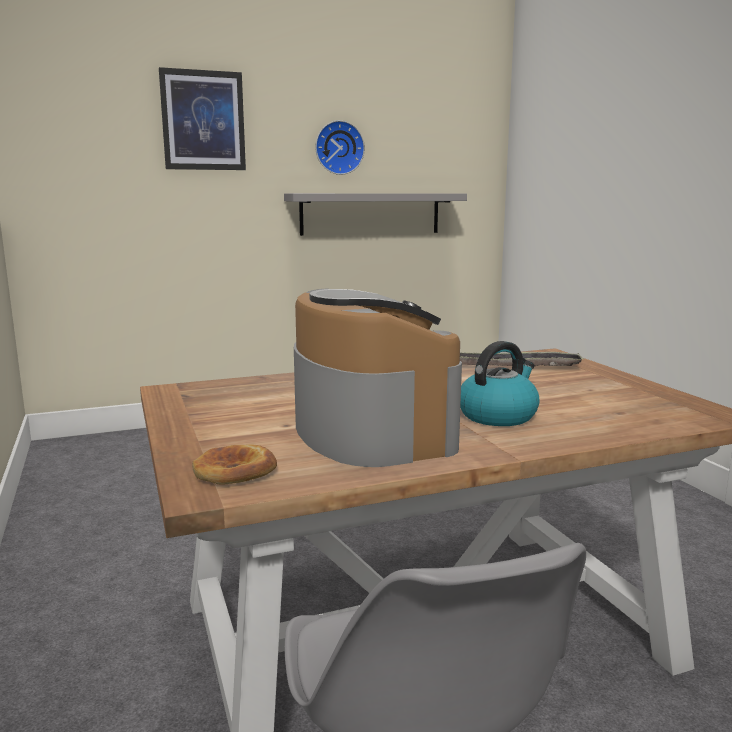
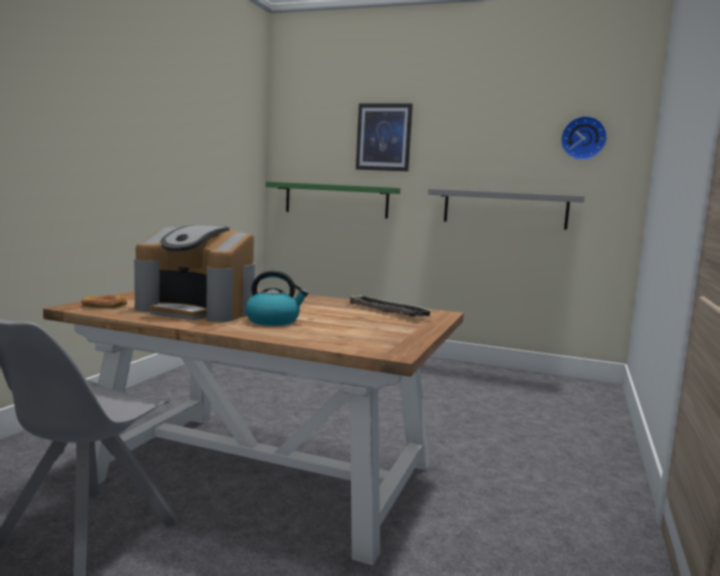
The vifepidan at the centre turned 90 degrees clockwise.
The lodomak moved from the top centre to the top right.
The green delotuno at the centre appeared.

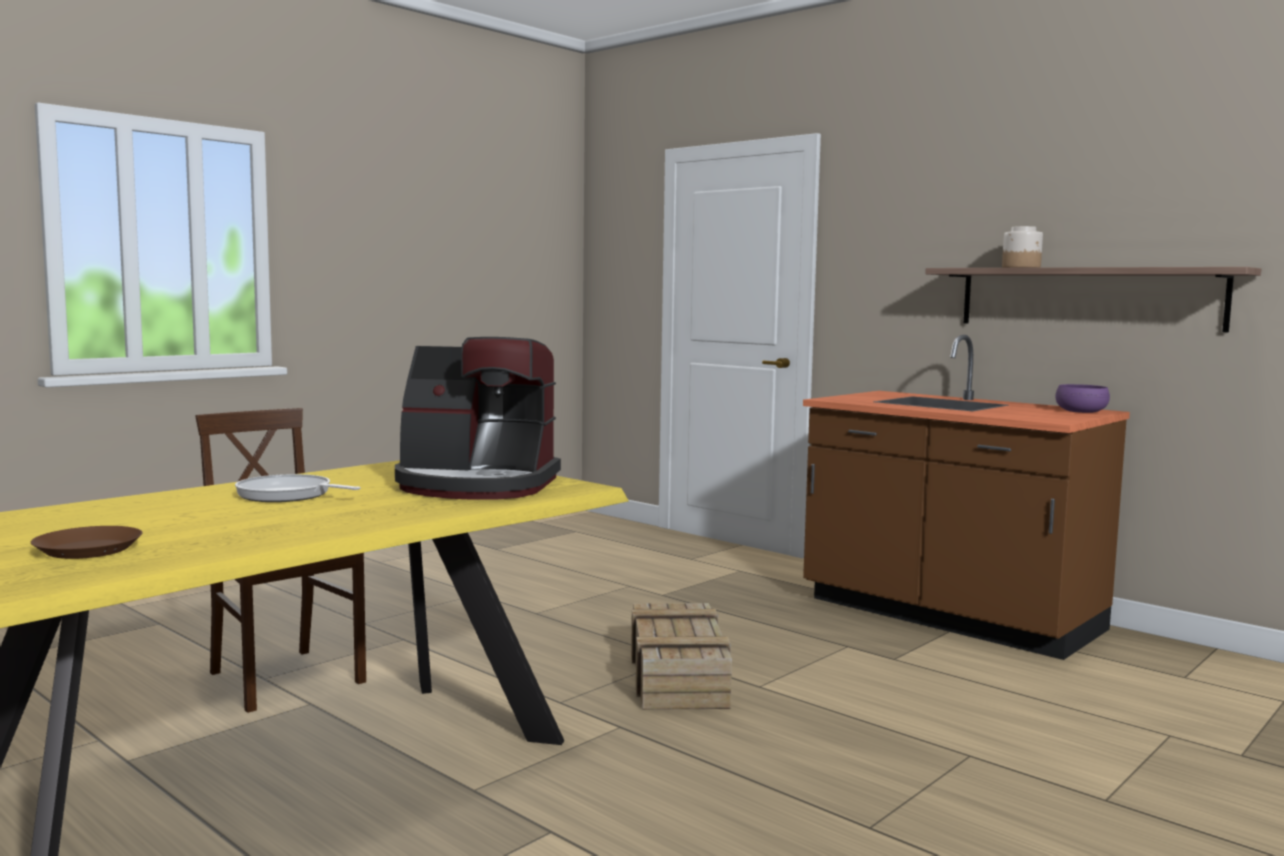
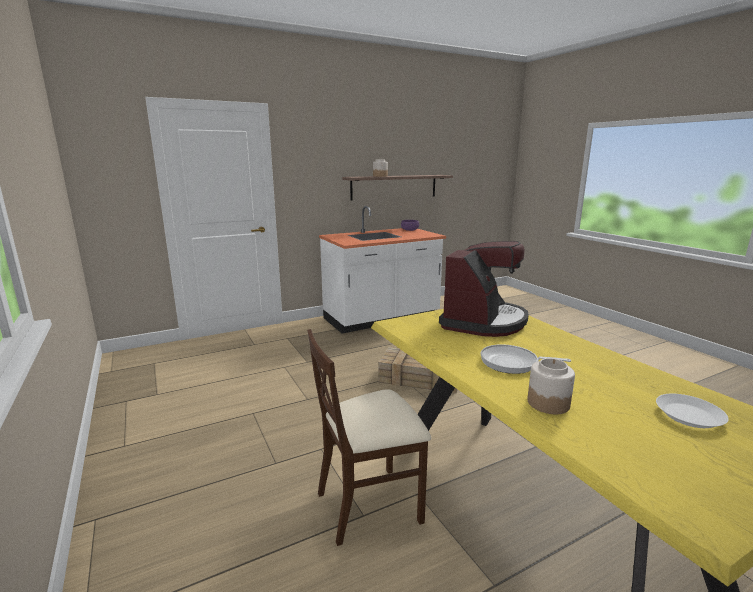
The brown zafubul at the middle left became the white zafubul at the bottom right.
The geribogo at the middle left turned 60 degrees clockwise.
The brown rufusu at the middle right became the white rufusu at the centre.
The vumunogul (2nd from left) at the middle right appeared.

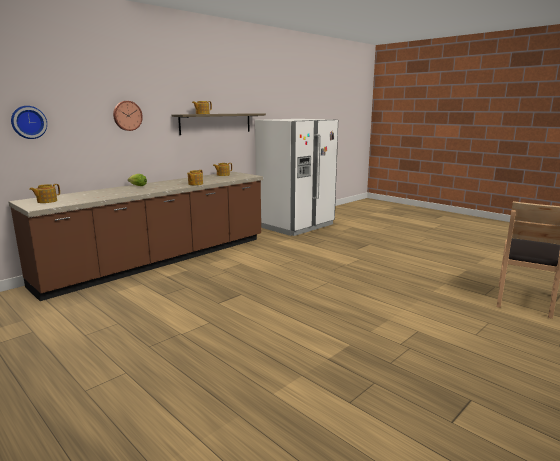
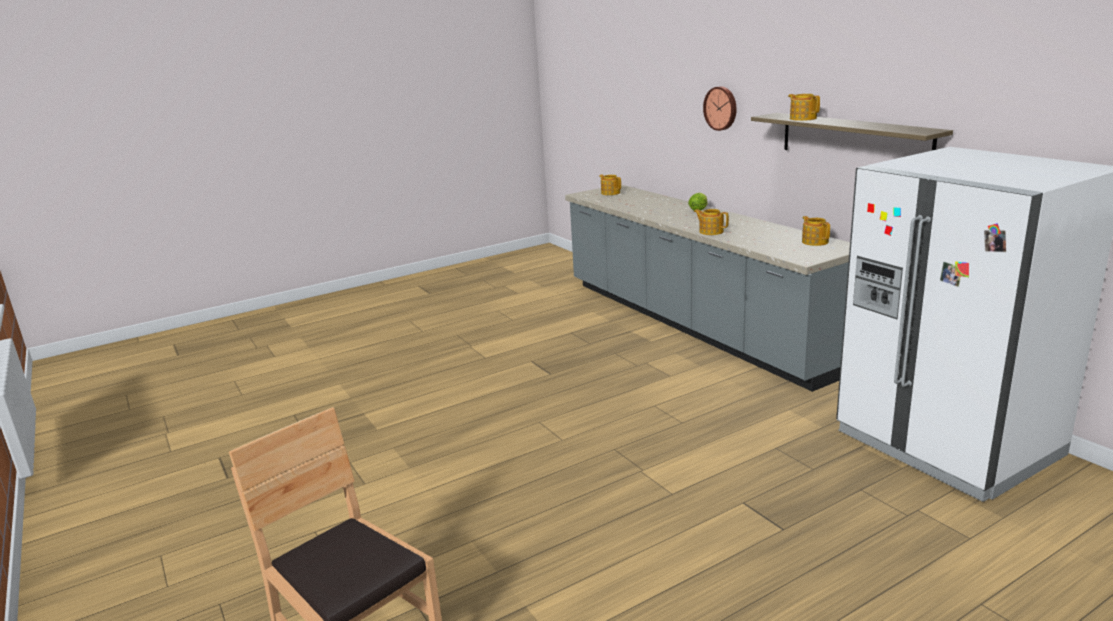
The brown rufusu at the middle left became the grey rufusu at the centre.
The lodomak (1st from left) at the top left disappeared.

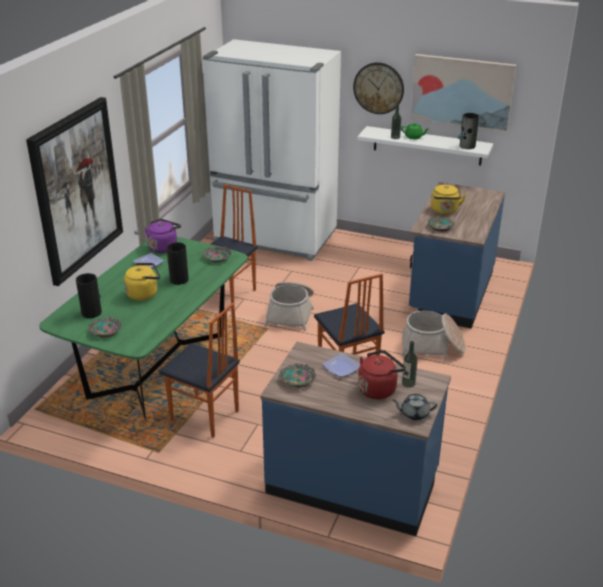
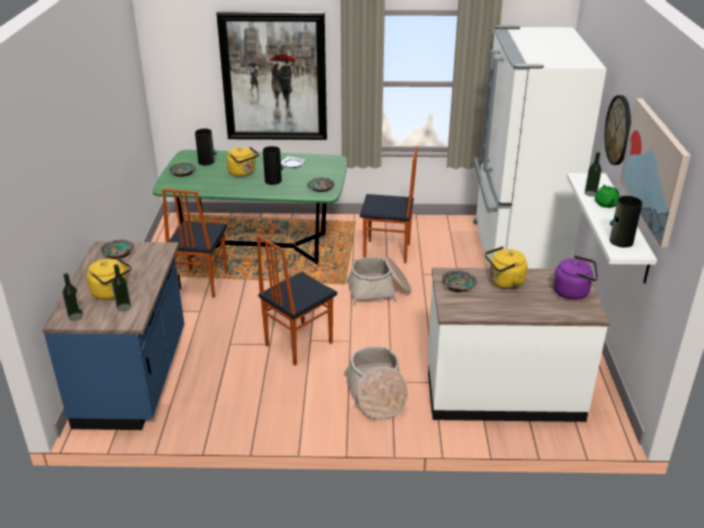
The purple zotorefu moved from the middle left to the middle right.
The zafubul (2nd from left) at the centre disappeared.
The red zotorefu at the centre became the yellow zotorefu (1st from left) at the middle left.
The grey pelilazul at the bottom right was replaced by the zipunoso (1st from left) at the middle left.
The blue rufusu (2nd from left) at the middle right became the white rufusu at the middle right.

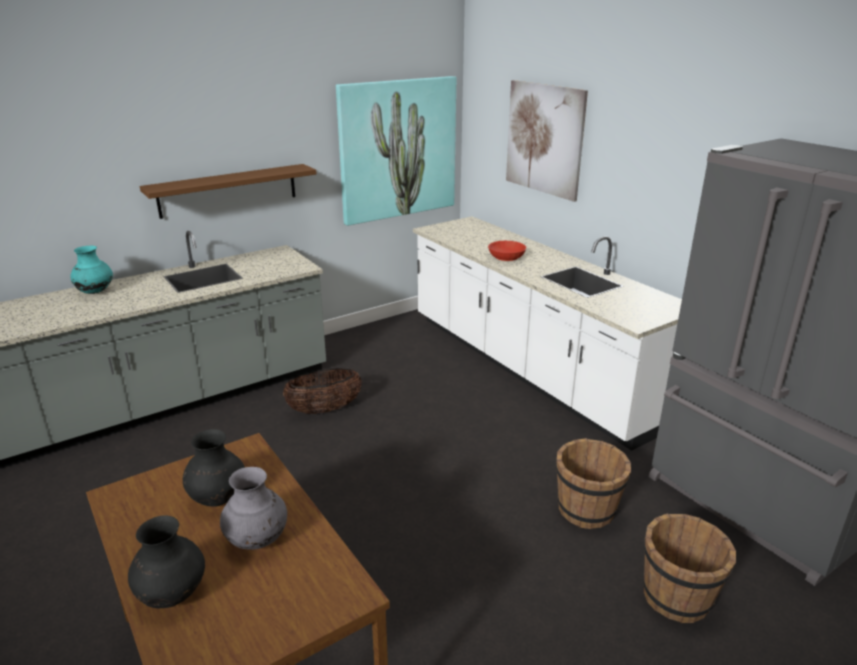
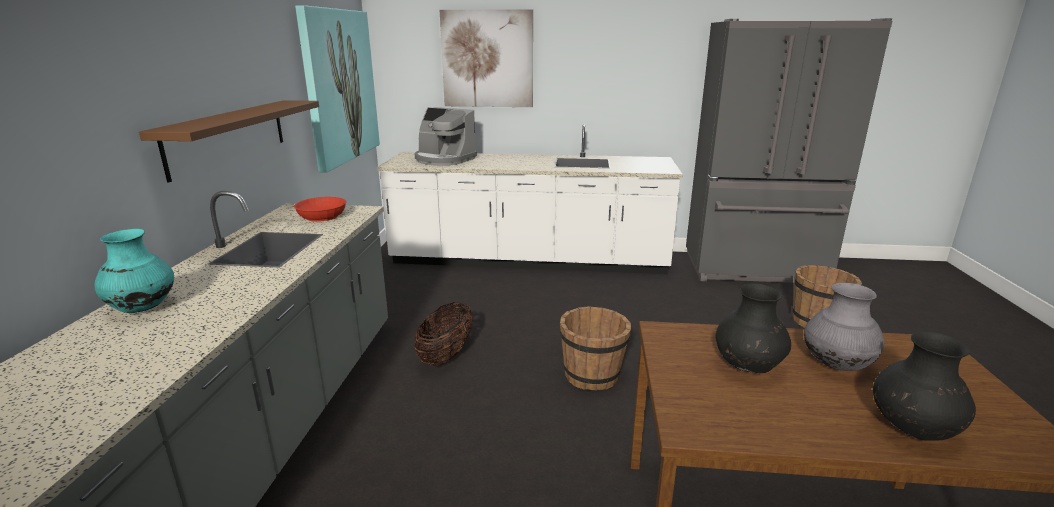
The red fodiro moved from the centre to the middle left.
The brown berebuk (1st from left) moved from the bottom right to the bottom centre.
The vifepidan at the top centre appeared.

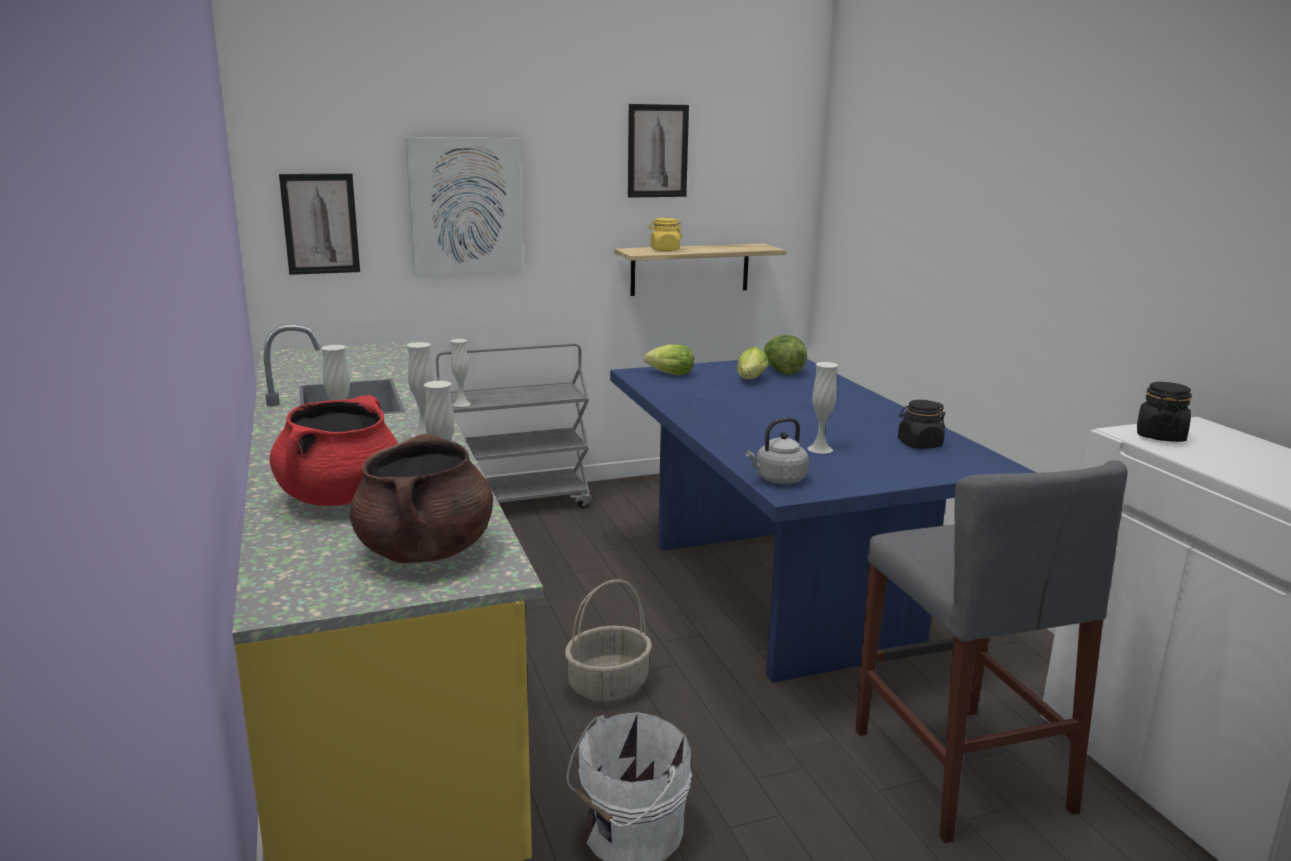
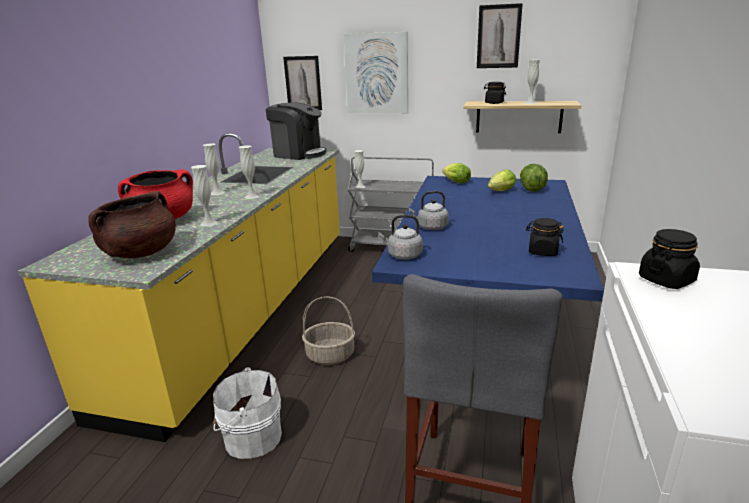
The yellow vumunogul at the top centre became the black vumunogul (1st from left) at the top centre.
The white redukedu (5th from left) moved from the centre to the top right.
The vifepidan at the top centre appeared.
The grey zotorefu (2nd from left) at the centre appeared.

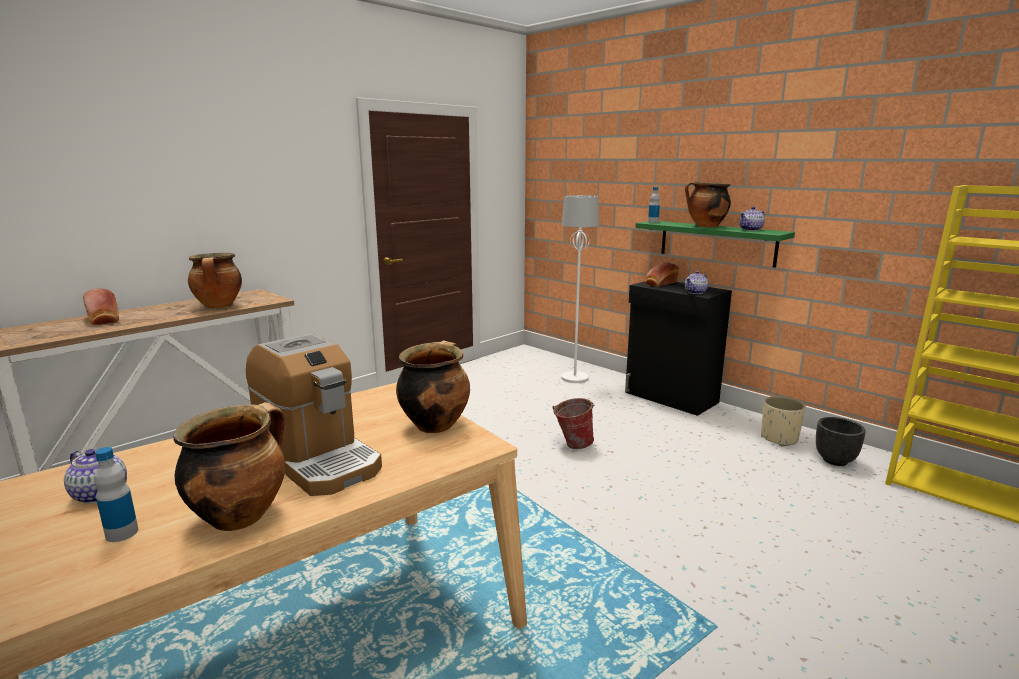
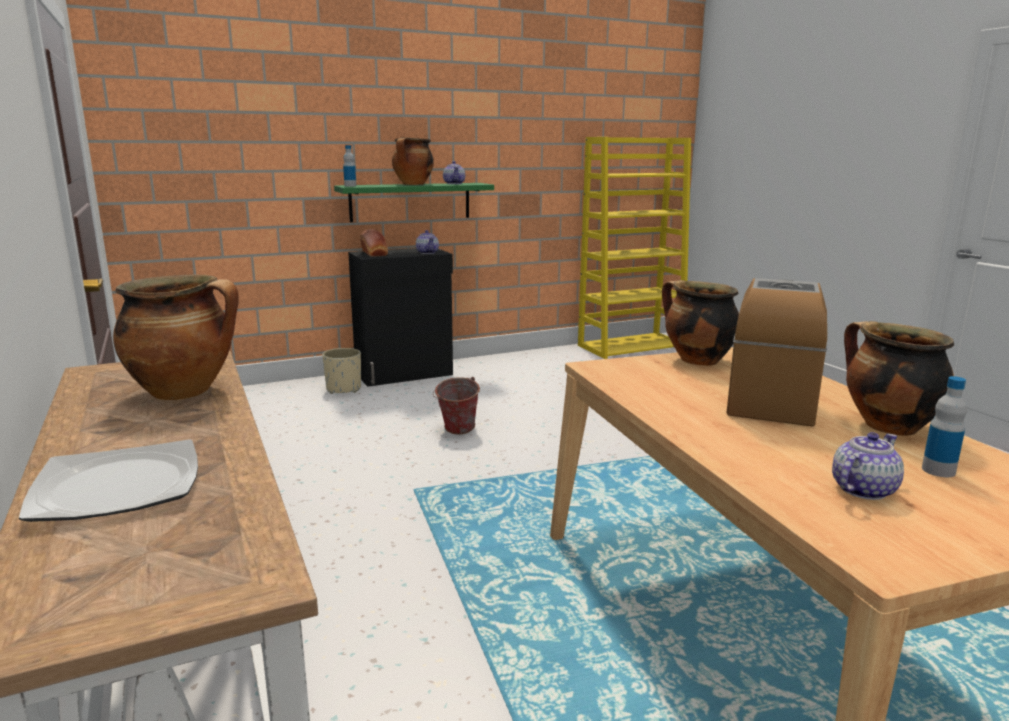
The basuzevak (1st from left) at the middle left was replaced by the zafubul at the middle left.
The vifepidan at the middle left turned 45 degrees counterclockwise.
The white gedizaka at the centre disappeared.
The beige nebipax moved from the middle right to the centre.
The black nebipax at the middle right disappeared.

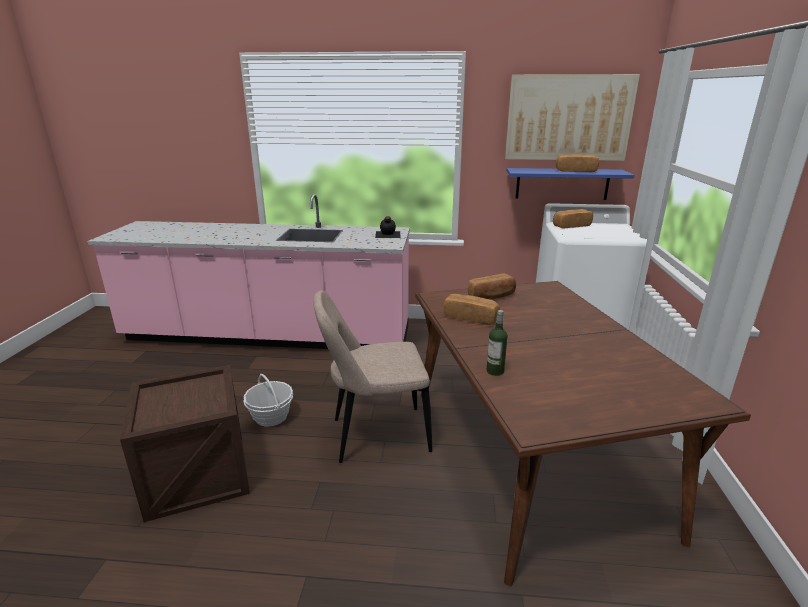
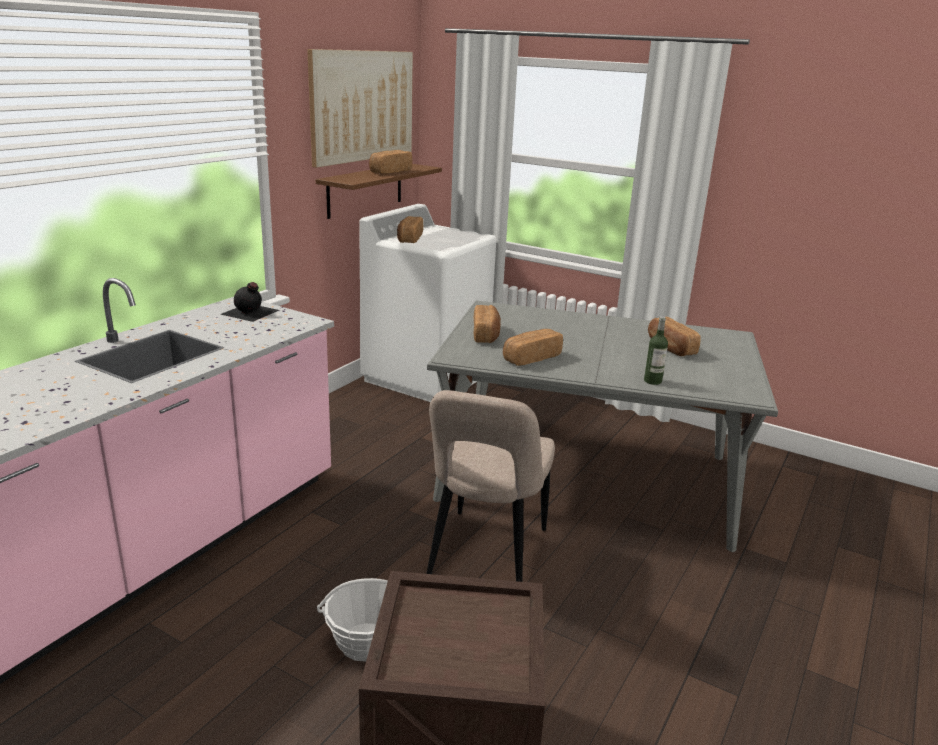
The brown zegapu at the bottom right became the grey zegapu at the centre.
The blue delotuno at the top right became the brown delotuno at the top centre.
The basuzevak (5th from left) at the middle right appeared.

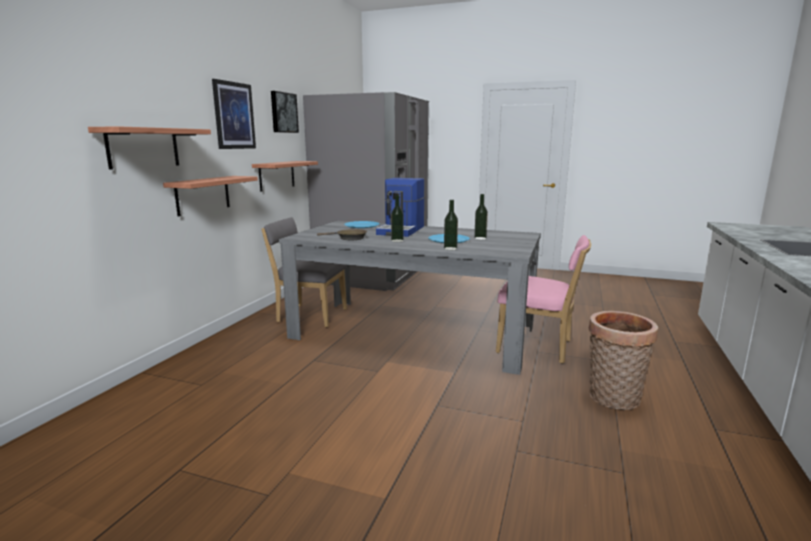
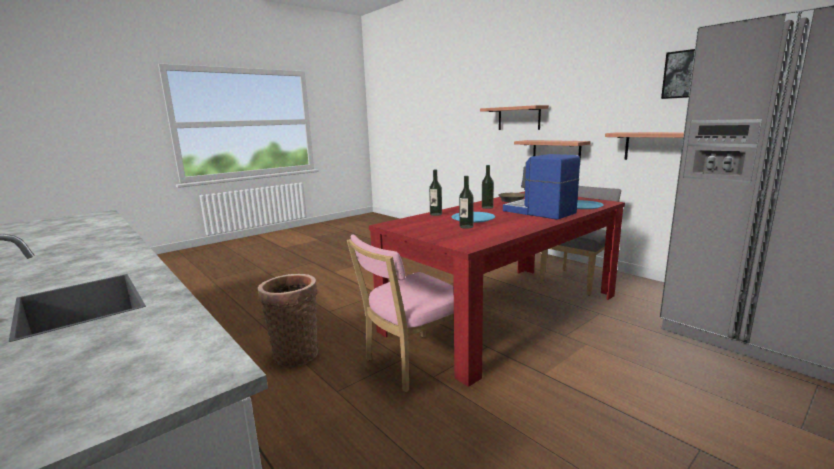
The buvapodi (1st from left) at the top left disappeared.
The grey zegapu at the centre became the red zegapu at the centre.

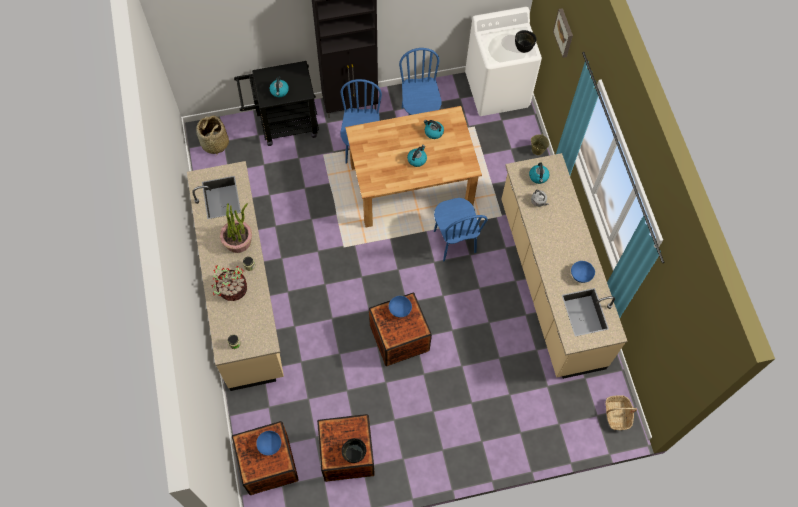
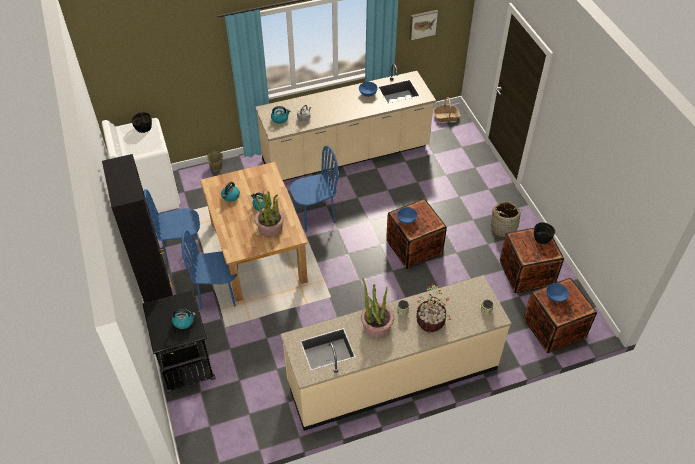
The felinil (1st from left in the first image) moved from the top left to the middle right.
The buvapodi moved from the top right to the top centre.
The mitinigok (1st from left) at the centre appeared.

